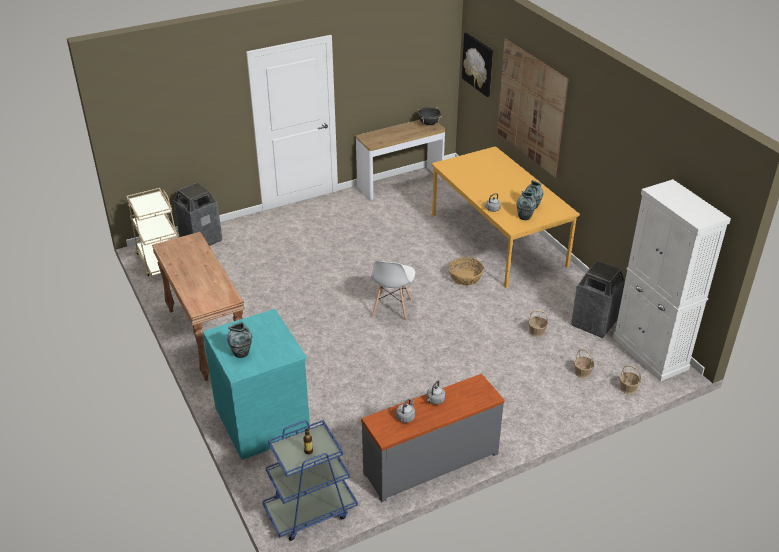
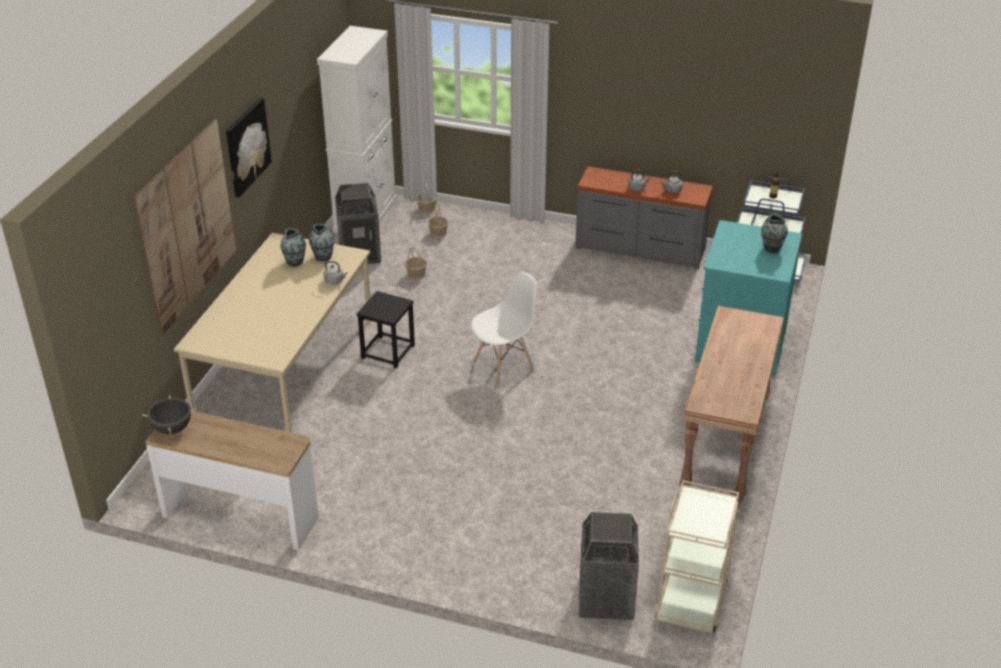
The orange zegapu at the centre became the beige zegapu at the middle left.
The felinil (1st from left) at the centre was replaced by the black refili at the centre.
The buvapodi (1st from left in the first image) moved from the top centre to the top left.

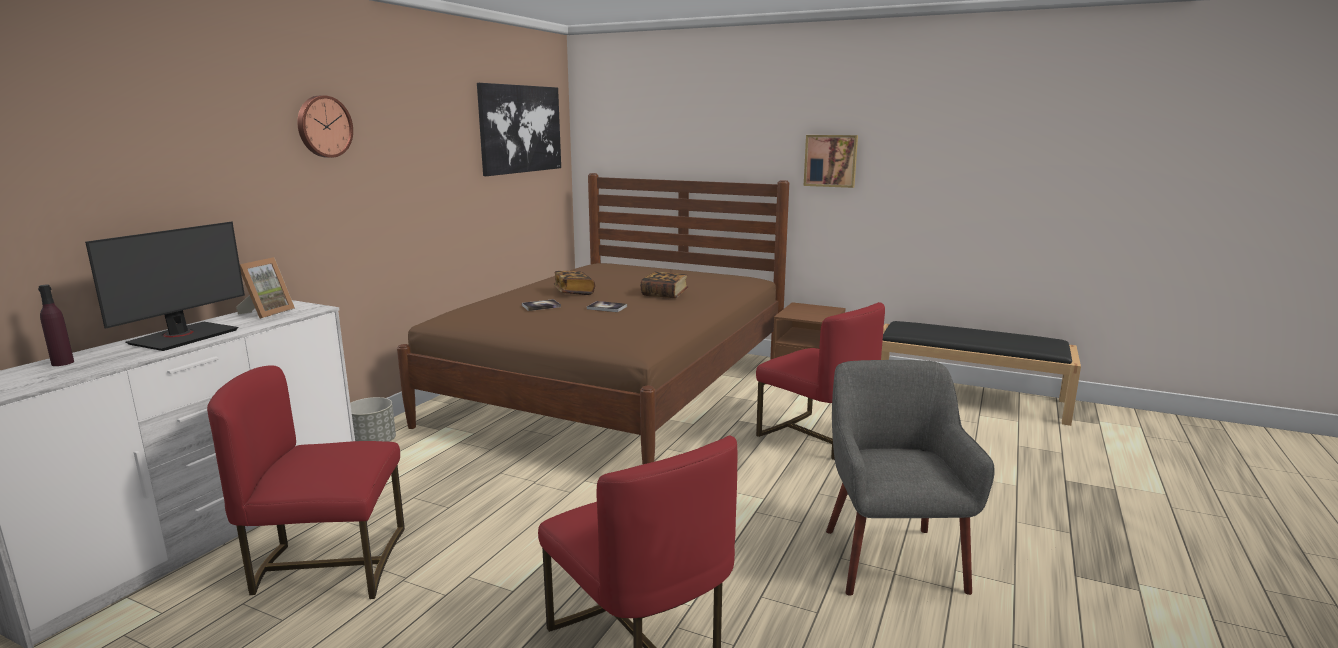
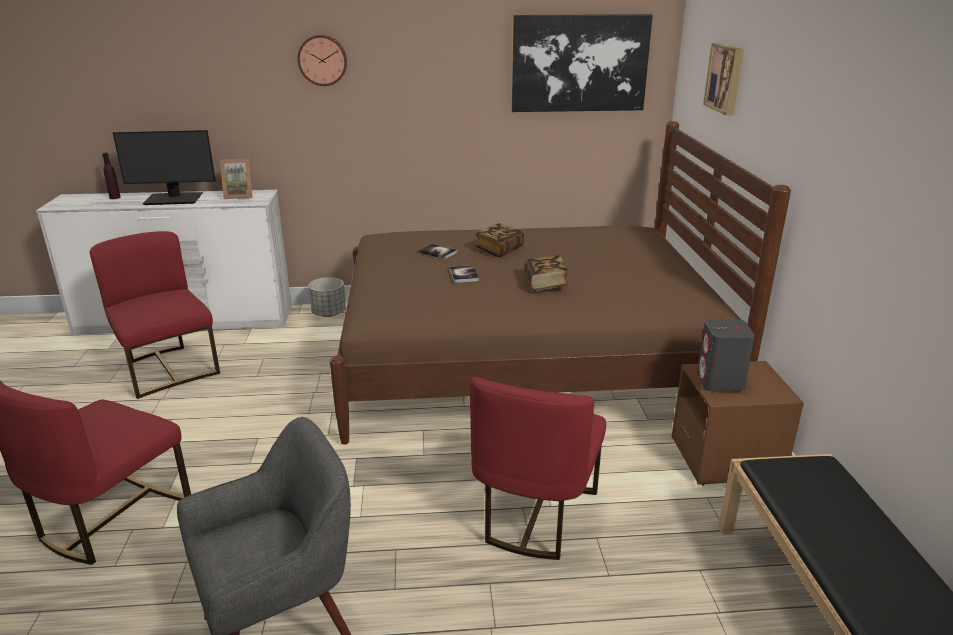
The buvapodi (2nd from left) moved from the top centre to the top right.
The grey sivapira at the middle right appeared.

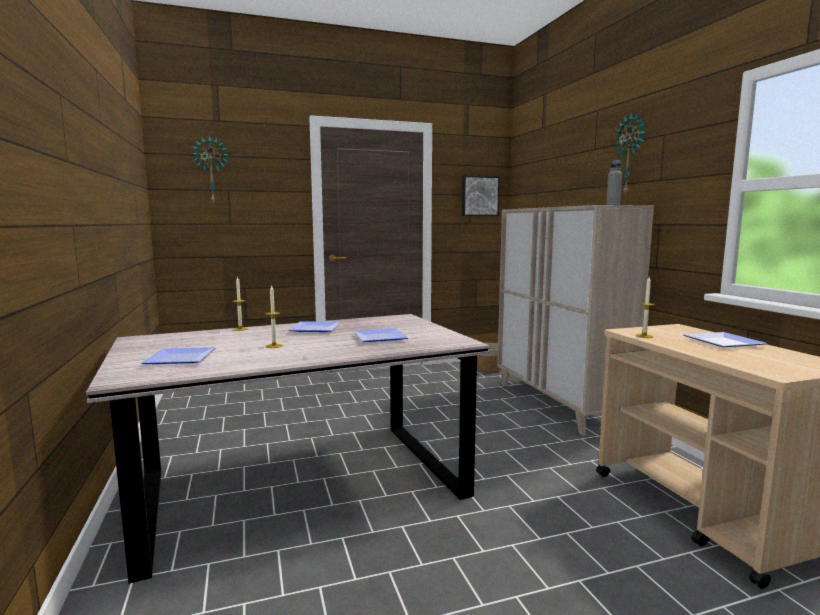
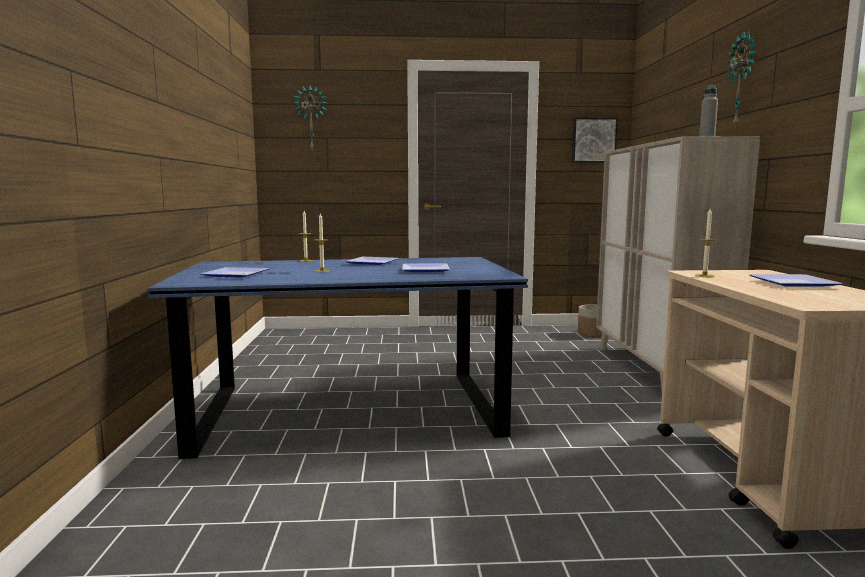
The grey zegapu at the bottom centre became the blue zegapu at the centre.

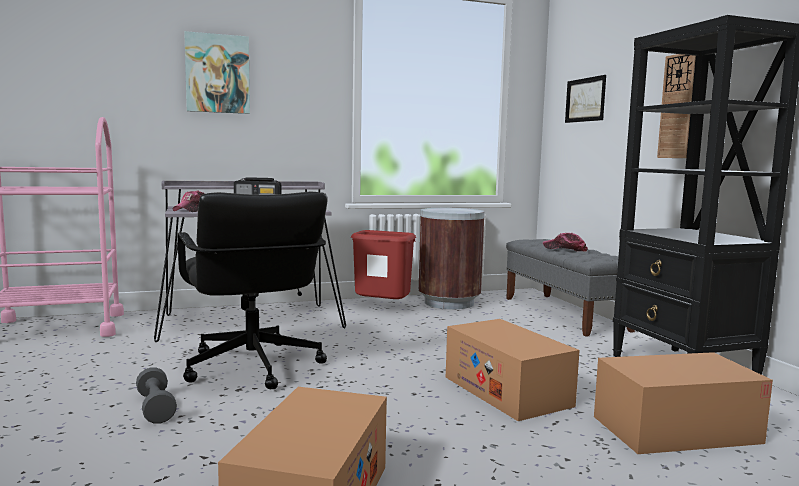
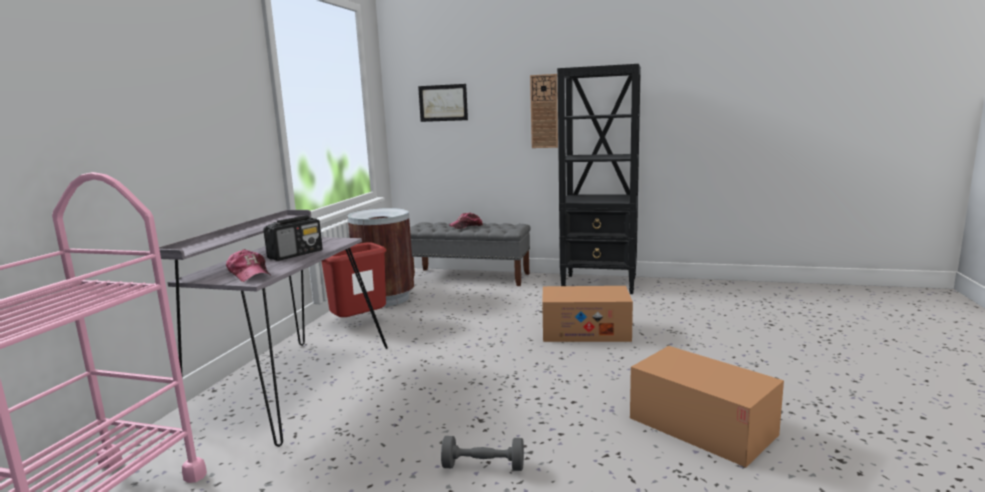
The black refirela at the middle left disappeared.
The buvapodi (1st from left) at the top left disappeared.
The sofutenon (3rd from left) at the bottom right disappeared.

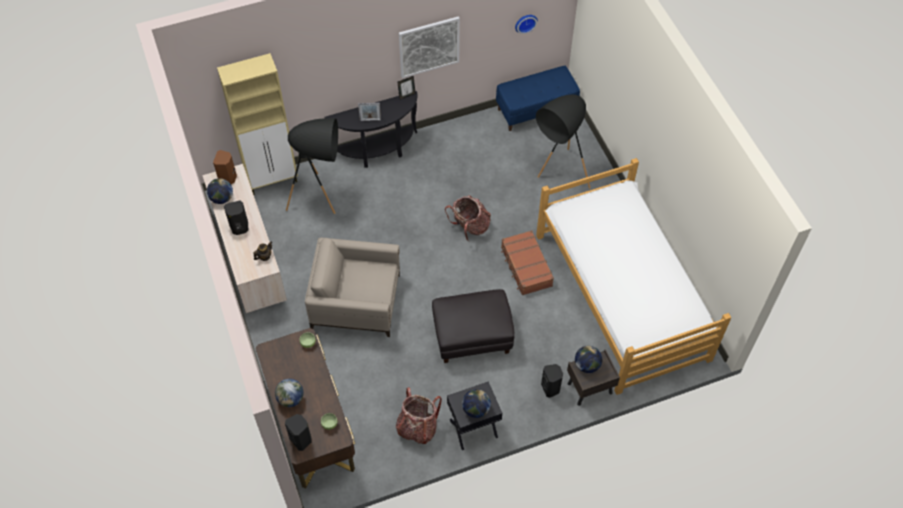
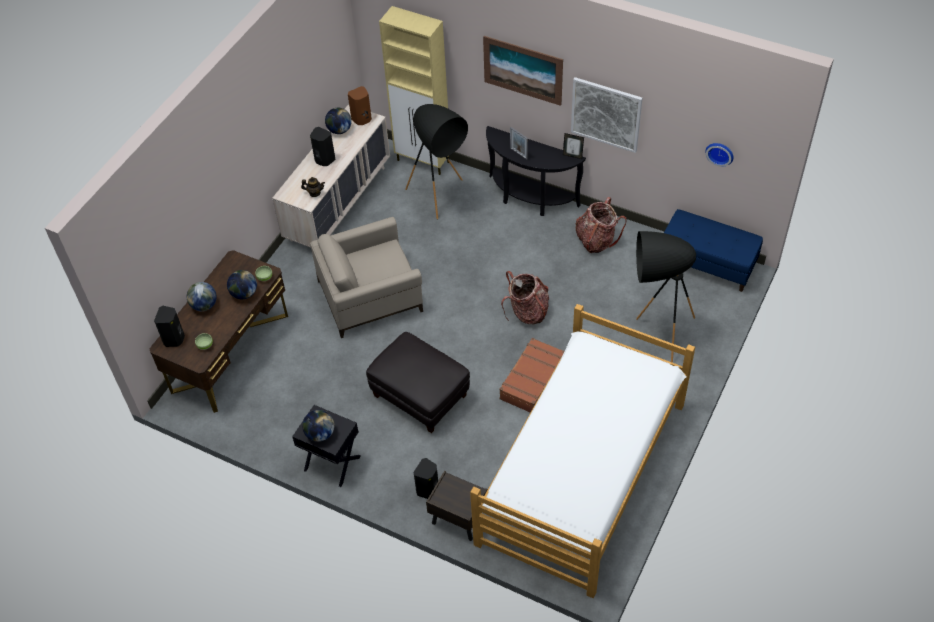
The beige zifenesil at the centre turned 75 degrees counterclockwise.
The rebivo (1st from left in the first image) moved from the bottom centre to the centre.
The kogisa (4th from left in the first image) moved from the bottom centre to the middle left.
The buvapodi (1st from left) at the top centre appeared.

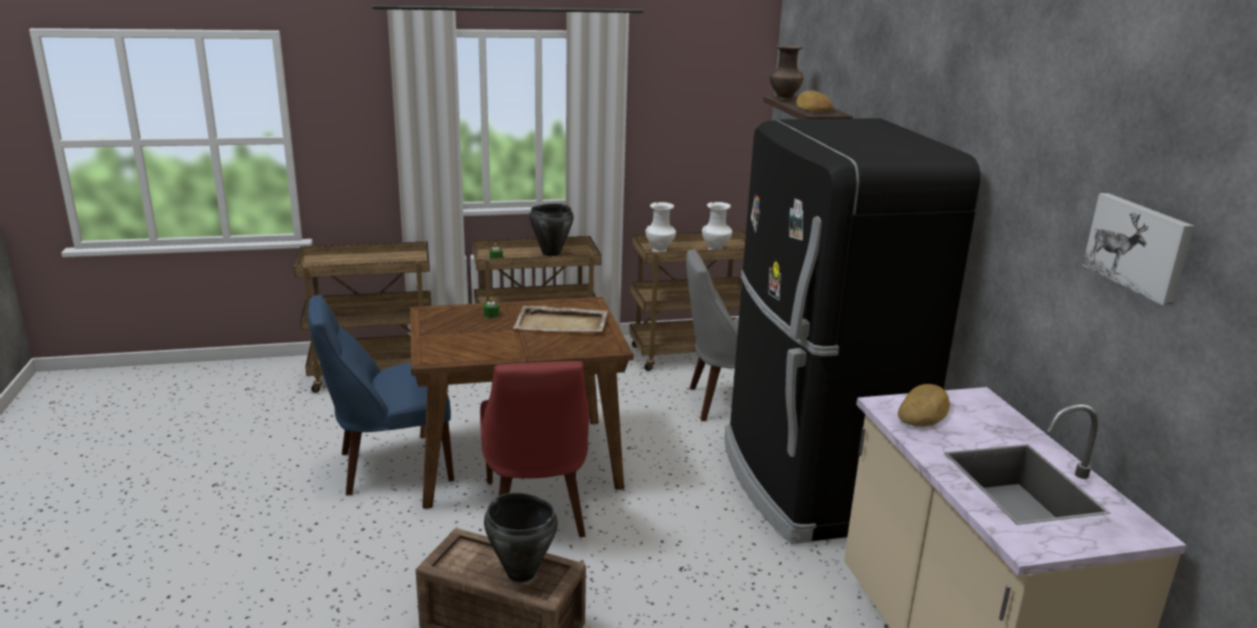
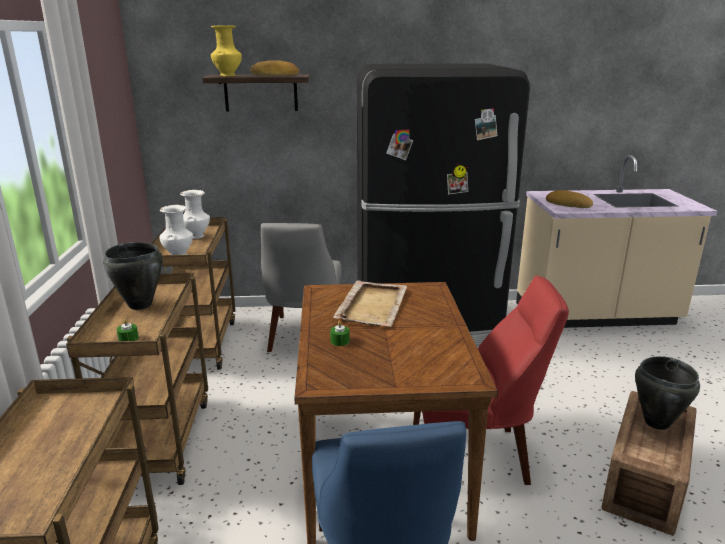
The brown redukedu at the top centre became the yellow redukedu at the top left.
The buvapodi at the middle right disappeared.

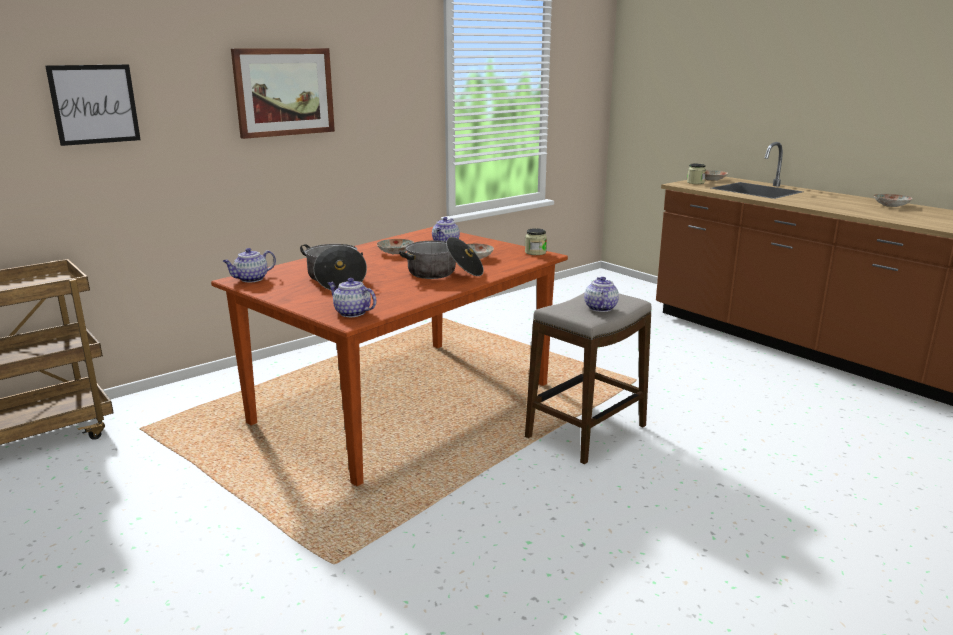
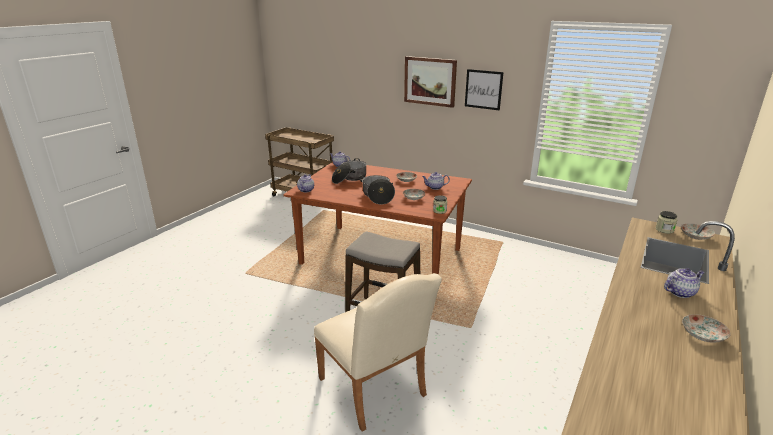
The buvapodi (1st from left in the first image) moved from the top left to the top centre.
The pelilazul (4th from left) moved from the centre to the middle right.
The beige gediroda at the bottom centre appeared.

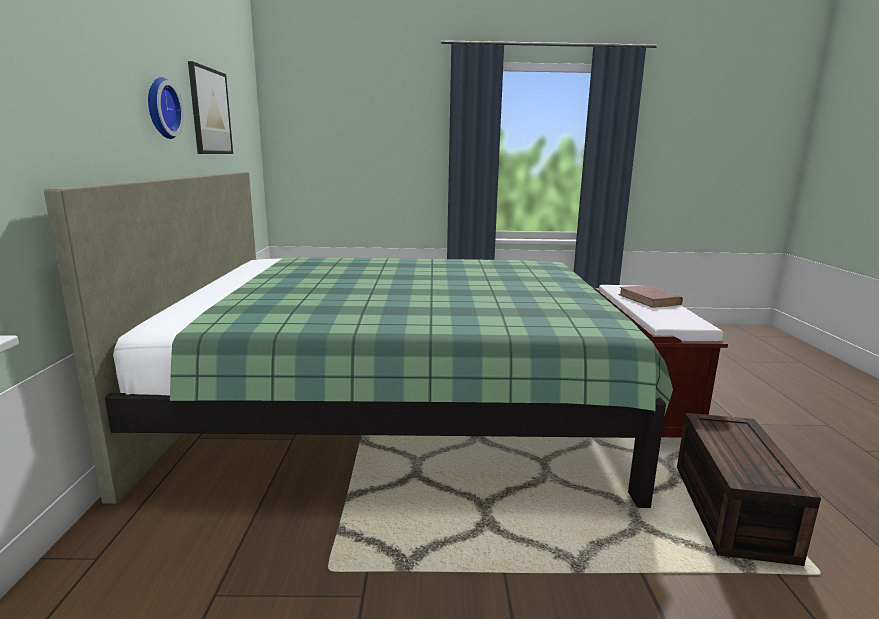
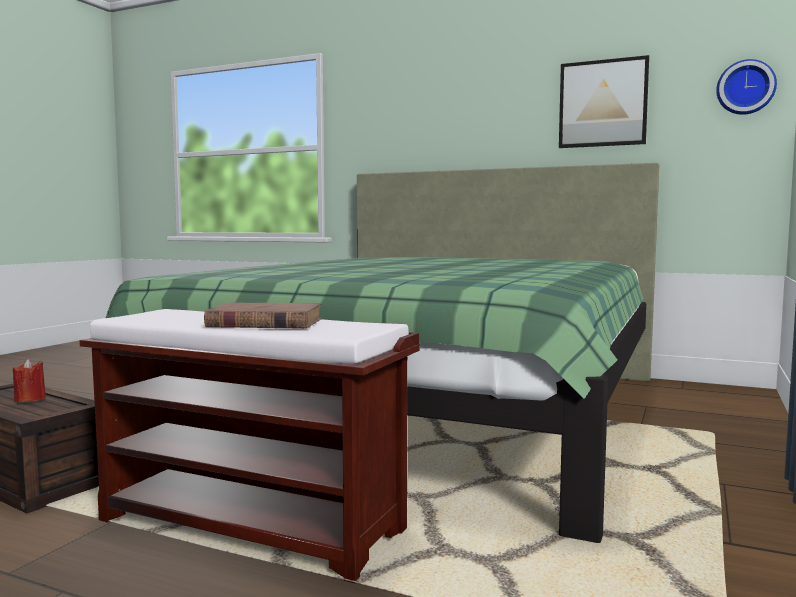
The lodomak moved from the top left to the top right.
The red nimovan at the middle left appeared.

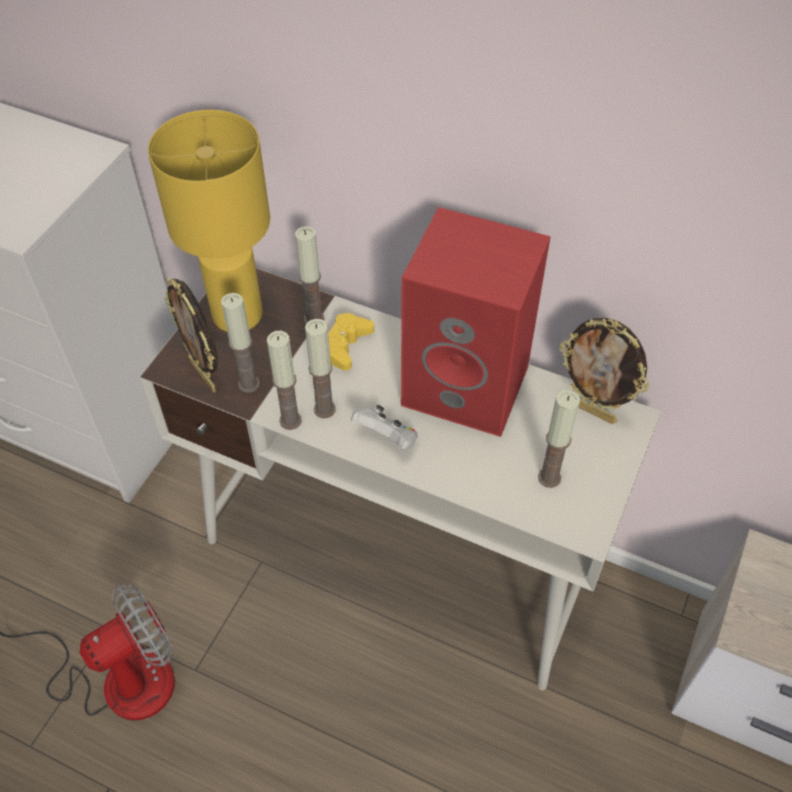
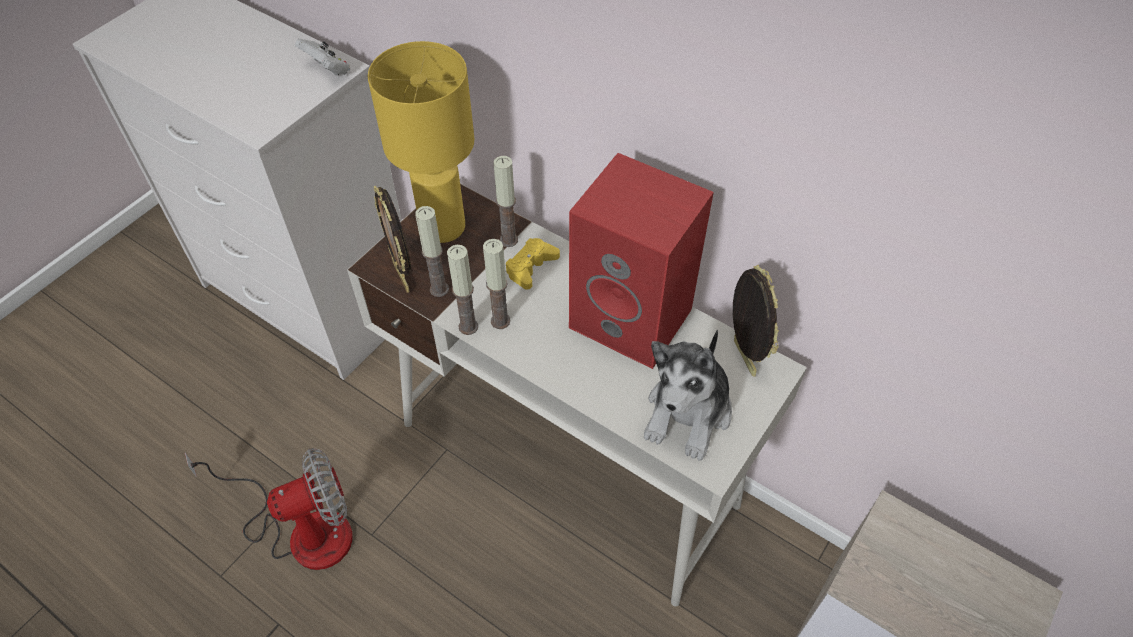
The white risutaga moved from the centre to the top left.
The nimovan (5th from left) at the middle right was replaced by the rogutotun at the centre.
The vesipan (2nd from left) at the middle right turned 150 degrees counterclockwise.

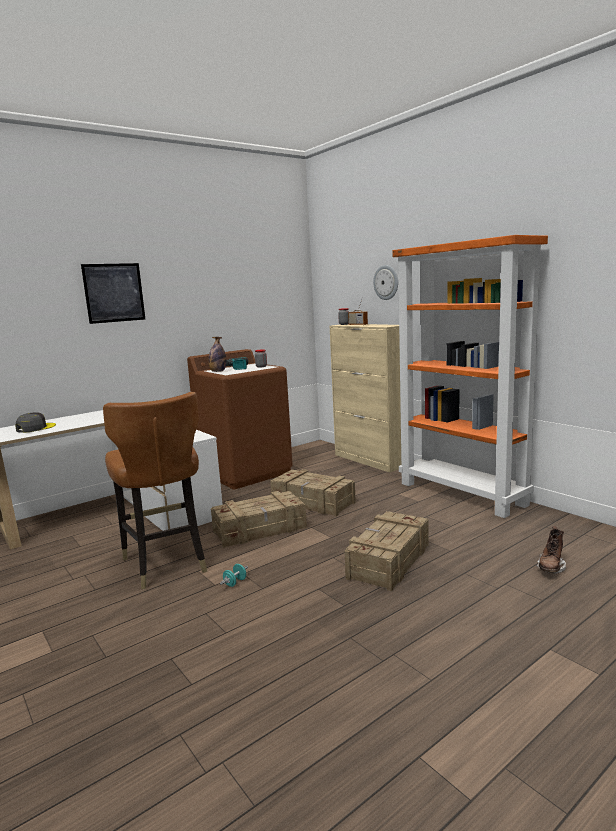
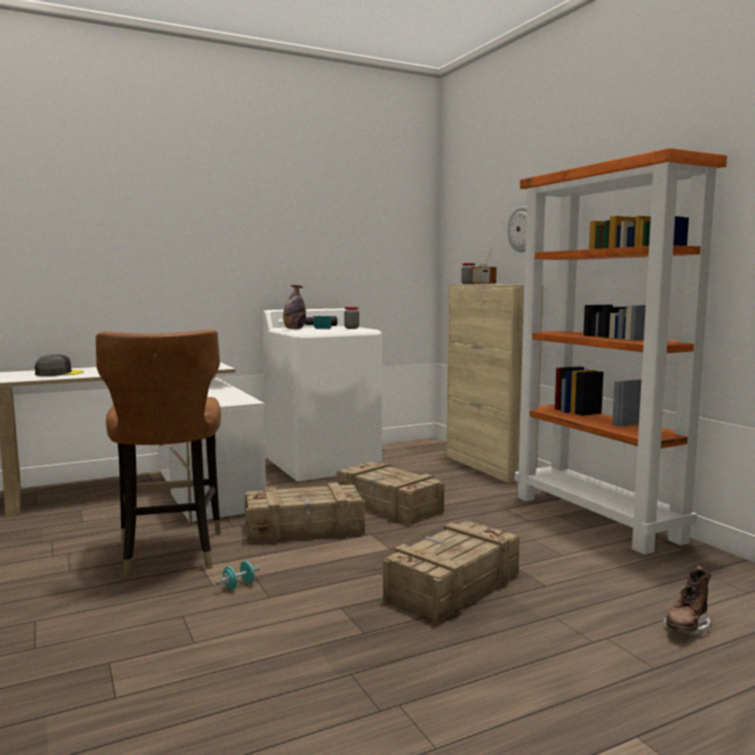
The buvapodi at the middle left disappeared.
The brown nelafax at the centre became the white nelafax at the centre.

